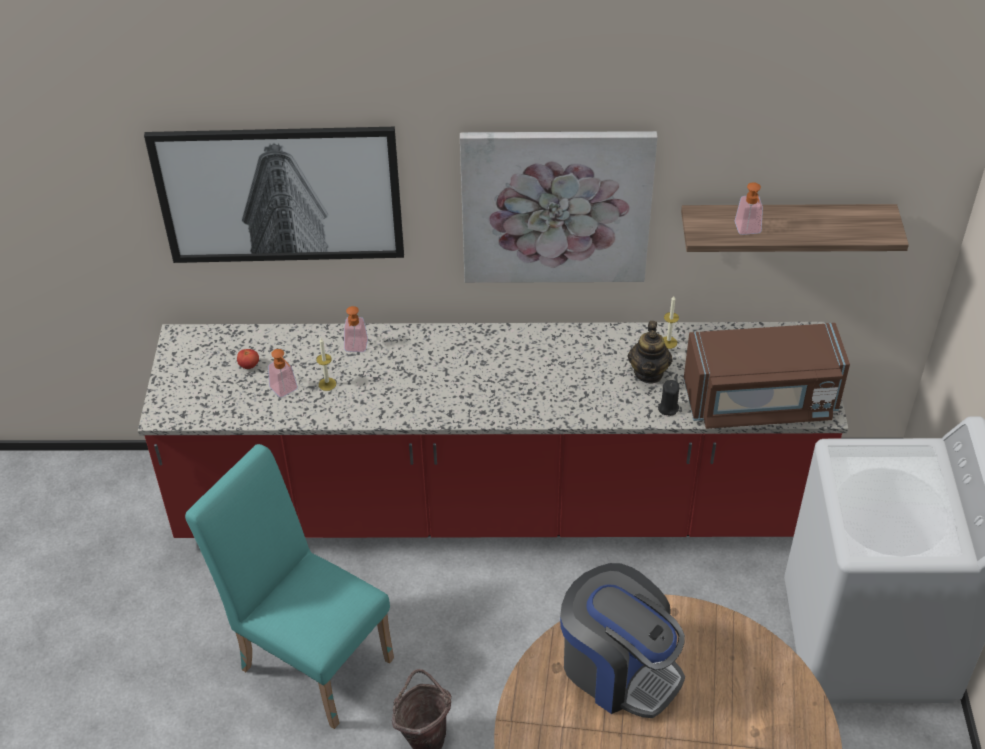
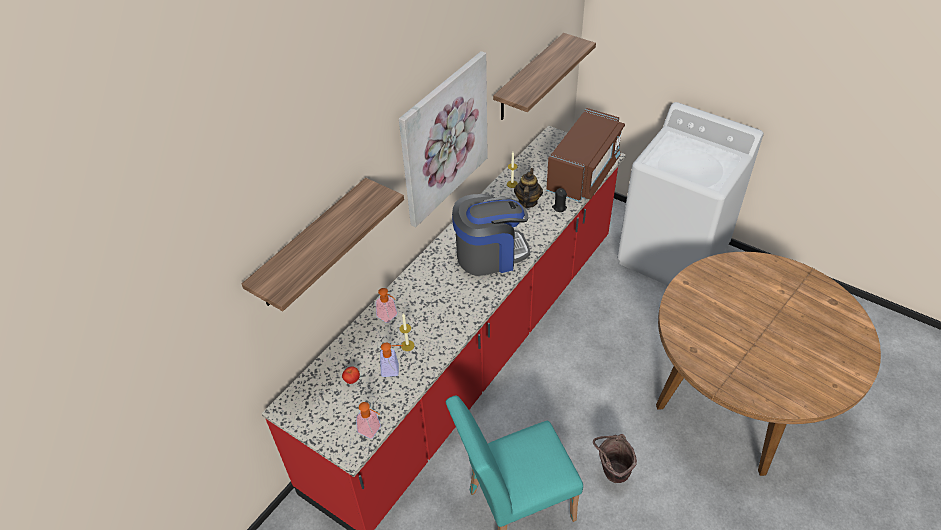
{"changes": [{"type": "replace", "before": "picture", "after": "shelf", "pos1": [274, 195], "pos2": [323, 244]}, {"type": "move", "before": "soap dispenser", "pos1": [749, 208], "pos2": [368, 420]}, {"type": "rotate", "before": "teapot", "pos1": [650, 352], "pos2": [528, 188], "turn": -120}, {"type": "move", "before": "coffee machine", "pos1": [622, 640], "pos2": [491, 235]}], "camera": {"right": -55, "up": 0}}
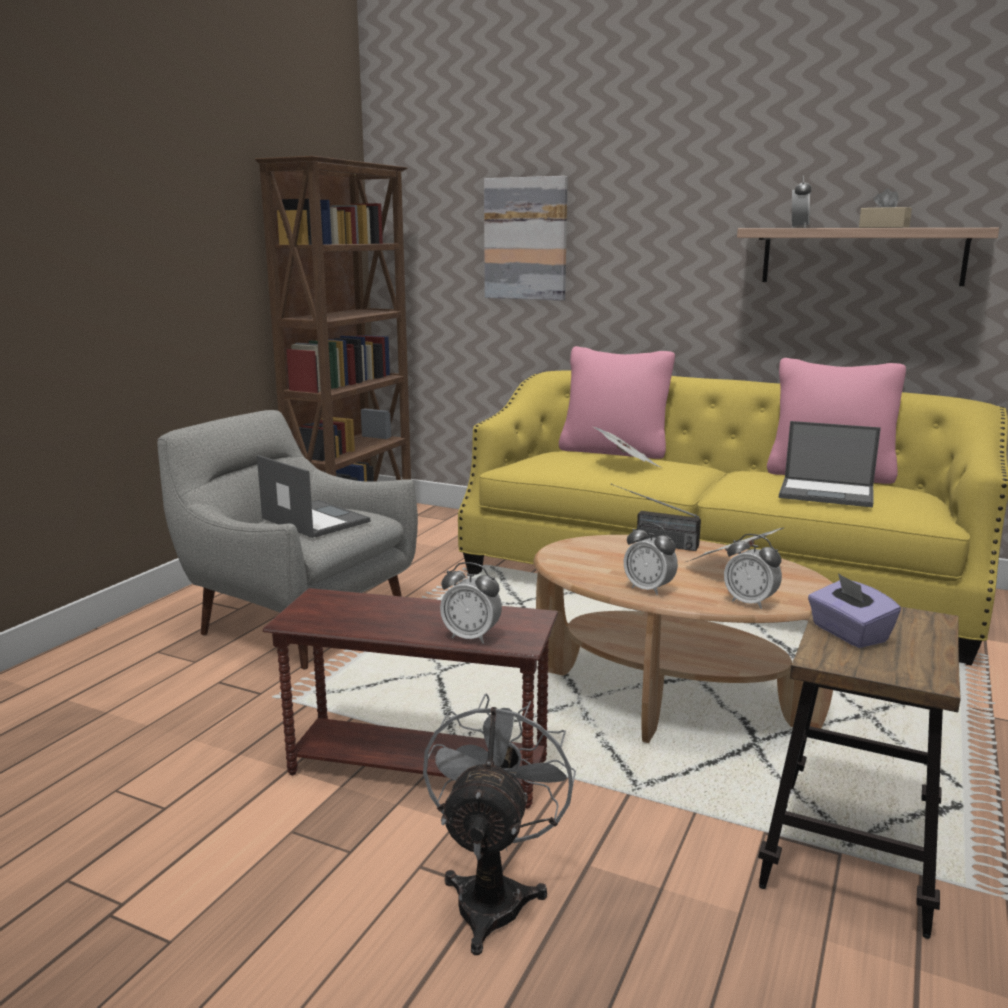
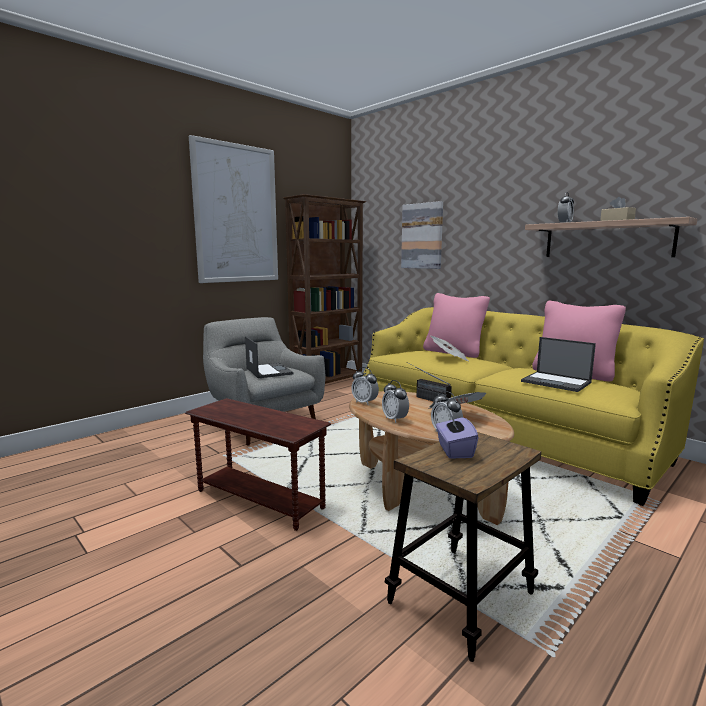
{"changes": [{"type": "move", "before": "alarm clock", "pos1": [471, 603], "pos2": [365, 386]}, {"type": "delete", "before": "grey fan", "pos1": [499, 824]}, {"type": "insert", "after": "picture", "pos2": [233, 209]}], "camera": {"right": 20, "up": -5}}
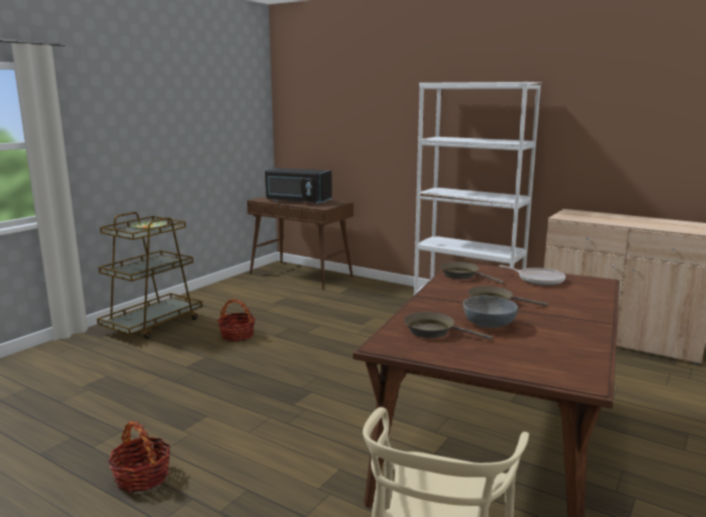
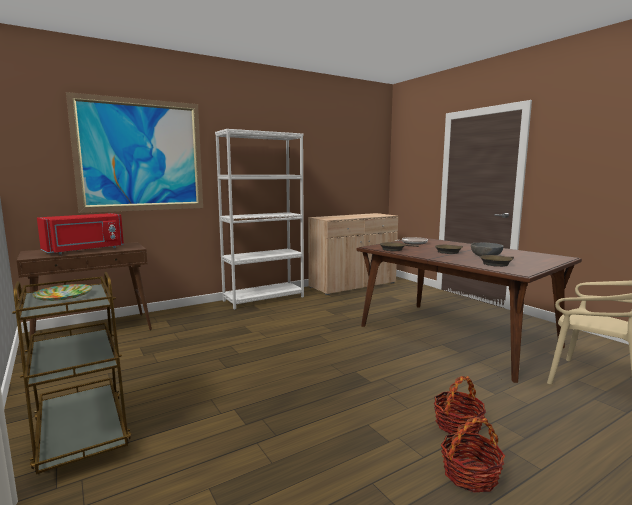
{"changes": [{"type": "recolor", "before": "black microwave", "after": "red microwave", "pos1": [298, 186], "pos2": [80, 233]}, {"type": "move", "before": "basket", "pos1": [237, 320], "pos2": [460, 405]}, {"type": "insert", "after": "picture", "pos2": [134, 152]}], "camera": {"right": -65, "up": -5}}
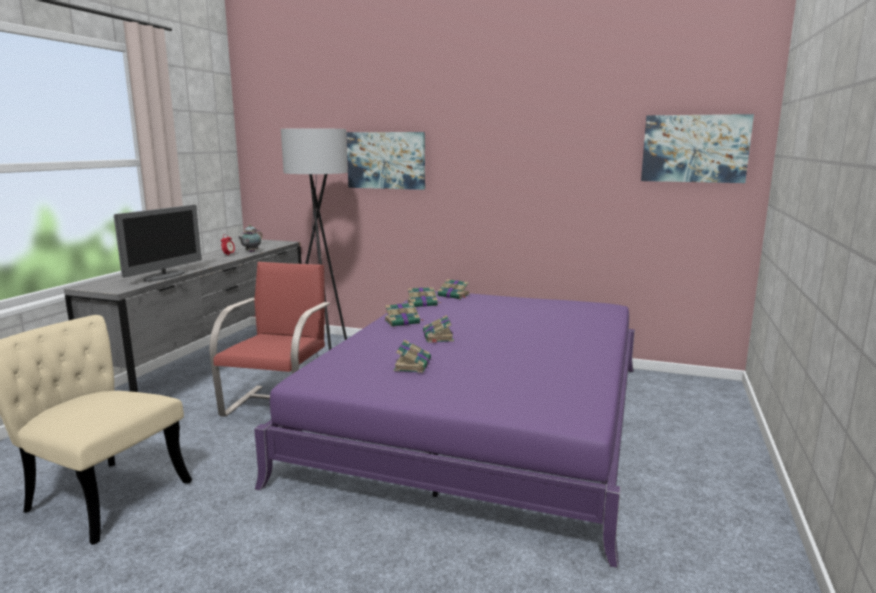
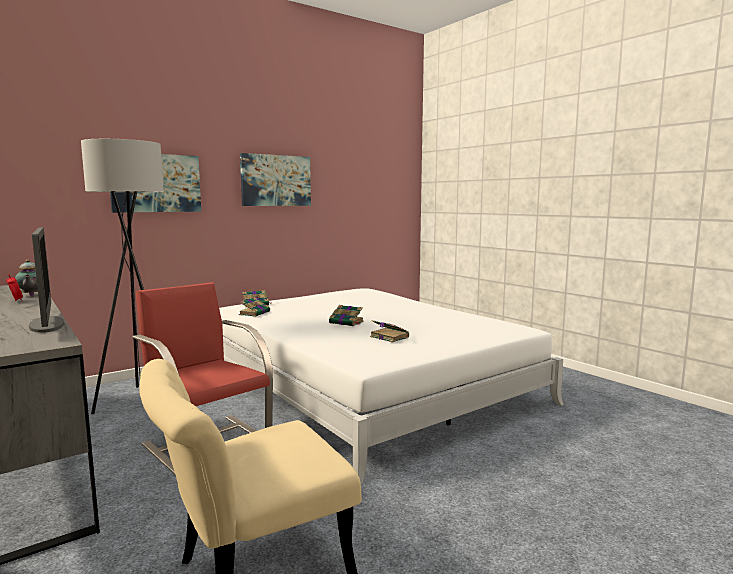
{"changes": [{"type": "move", "before": "picture", "pos1": [697, 148], "pos2": [275, 179]}, {"type": "recolor", "before": "purple bed", "after": "white bed", "pos1": [444, 429], "pos2": [391, 386]}, {"type": "delete", "before": "book", "pos1": [404, 314]}], "camera": {"right": -55, "up": -5}}
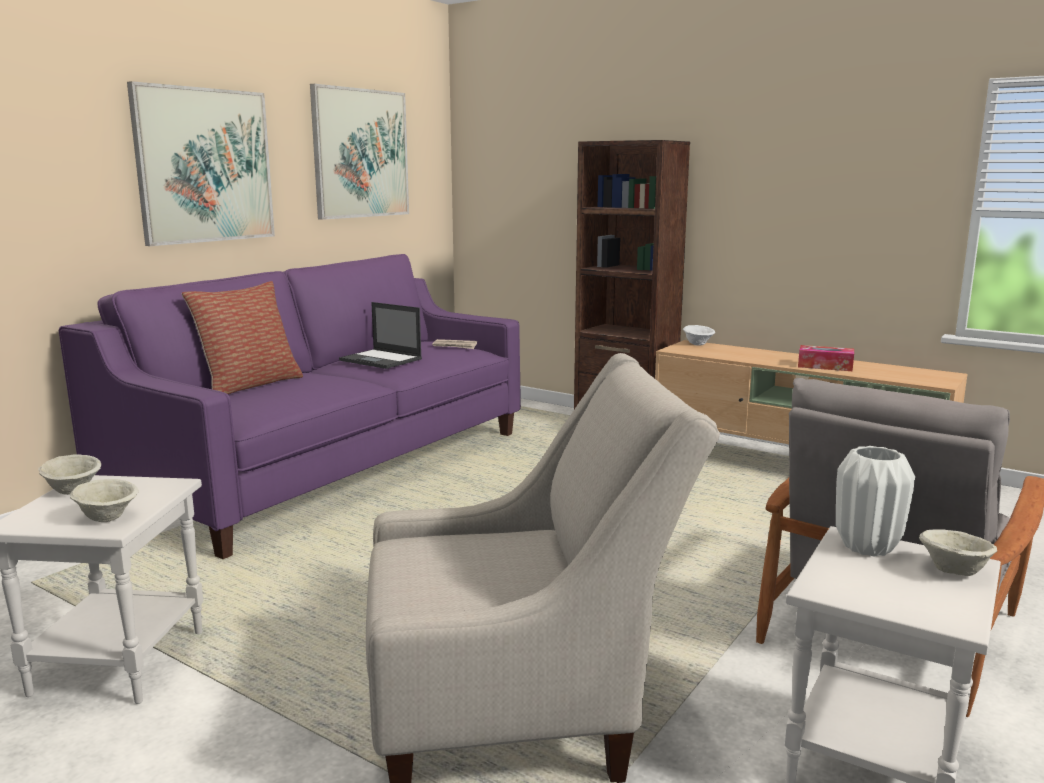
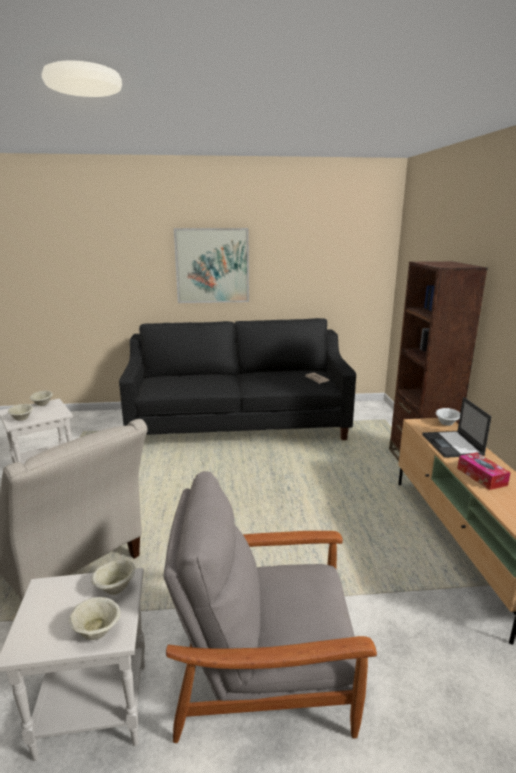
{"changes": [{"type": "delete", "before": "picture", "pos1": [359, 152]}, {"type": "recolor", "before": "purple sofa", "after": "black sofa", "pos1": [290, 406], "pos2": [237, 379]}, {"type": "delete", "before": "pillow", "pos1": [242, 337]}, {"type": "move", "before": "laptop", "pos1": [380, 335], "pos2": [457, 427]}, {"type": "replace", "before": "white vase", "after": "beige bowl", "pos1": [875, 501], "pos2": [113, 577]}], "camera": {"right": 50, "up": 5}}
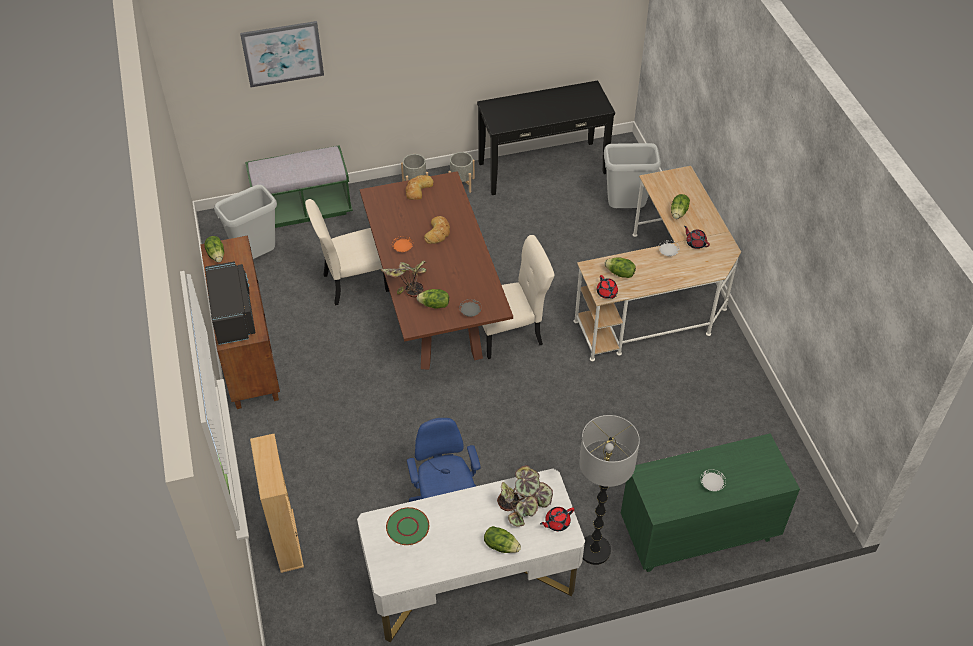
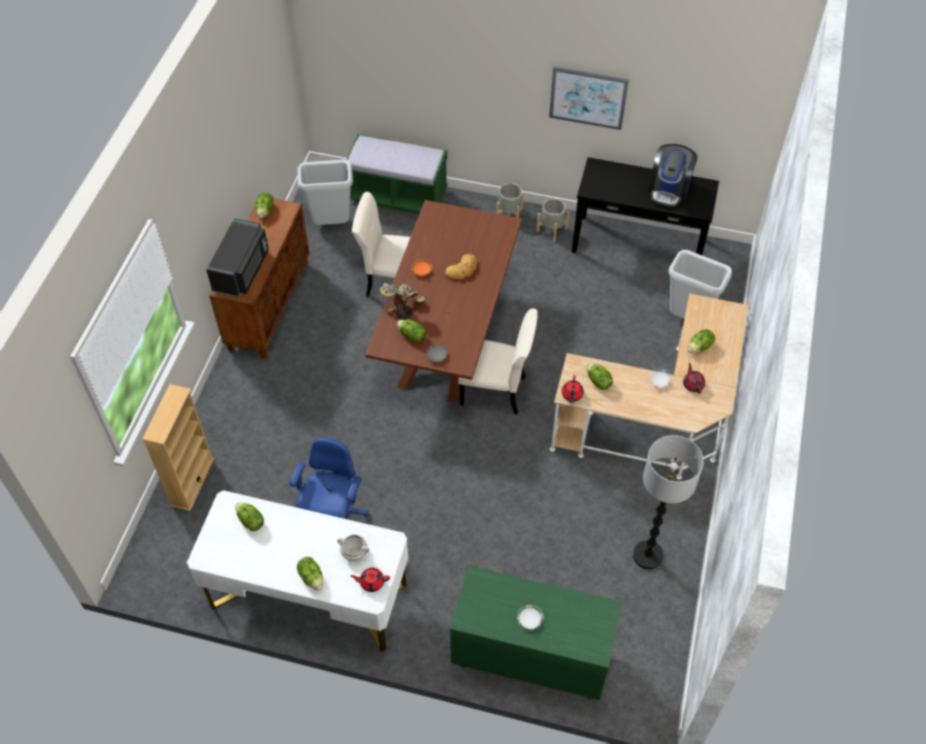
{"changes": [{"type": "move", "before": "picture", "pos1": [282, 54], "pos2": [589, 98]}, {"type": "delete", "before": "bread", "pos1": [420, 187]}, {"type": "move", "before": "floor lamp", "pos1": [609, 490], "pos2": [668, 502]}, {"type": "replace", "before": "potted plant", "after": "white cooking pot", "pos1": [525, 496], "pos2": [353, 548]}, {"type": "replace", "before": "green plate", "after": "lettuce", "pos1": [407, 526], "pos2": [249, 516]}, {"type": "insert", "after": "coffee machine", "pos2": [673, 175]}], "camera": {"right": 30, "up": 5}}
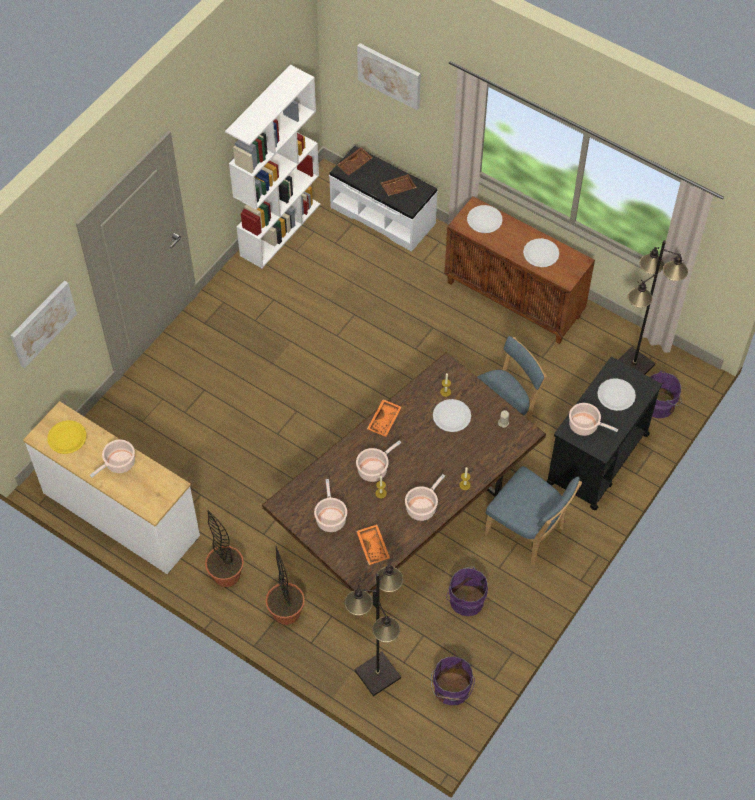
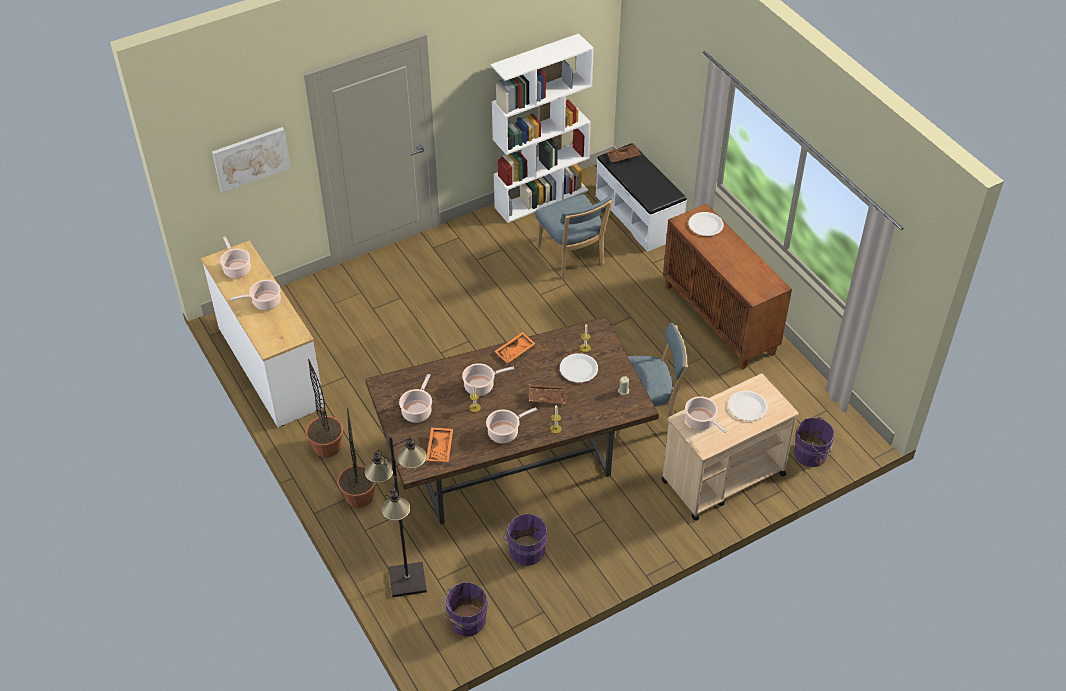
{"changes": [{"type": "delete", "before": "picture", "pos1": [389, 76]}, {"type": "move", "before": "brown tray", "pos1": [398, 185], "pos2": [547, 394]}, {"type": "delete", "before": "white plate", "pos1": [541, 252]}, {"type": "delete", "before": "black floor lamp", "pos1": [653, 307]}, {"type": "recolor", "before": "black cart", "after": "beige cart", "pos1": [604, 433], "pos2": [730, 447]}, {"type": "replace", "before": "yellow plate", "after": "cooking pot", "pos1": [66, 437], "pos2": [235, 257]}, {"type": "move", "before": "blue chair", "pos1": [533, 516], "pos2": [574, 236]}], "camera": {"right": 25, "up": -10}}
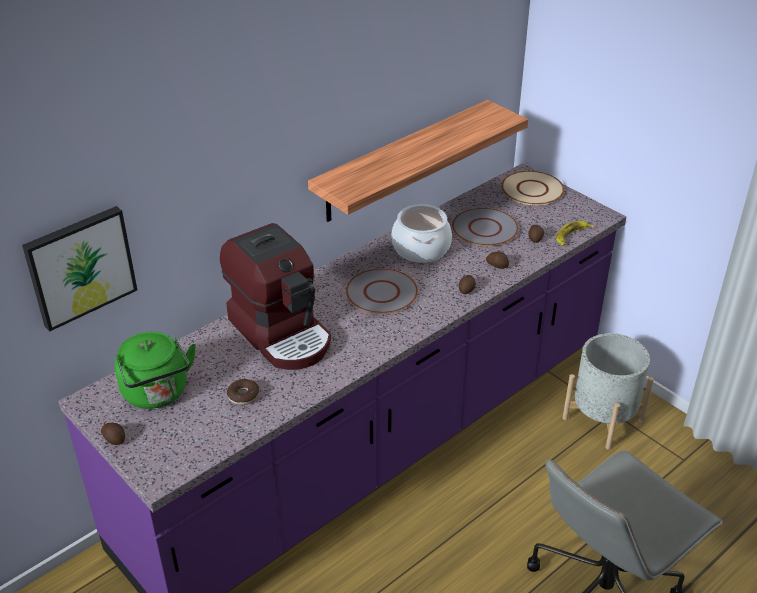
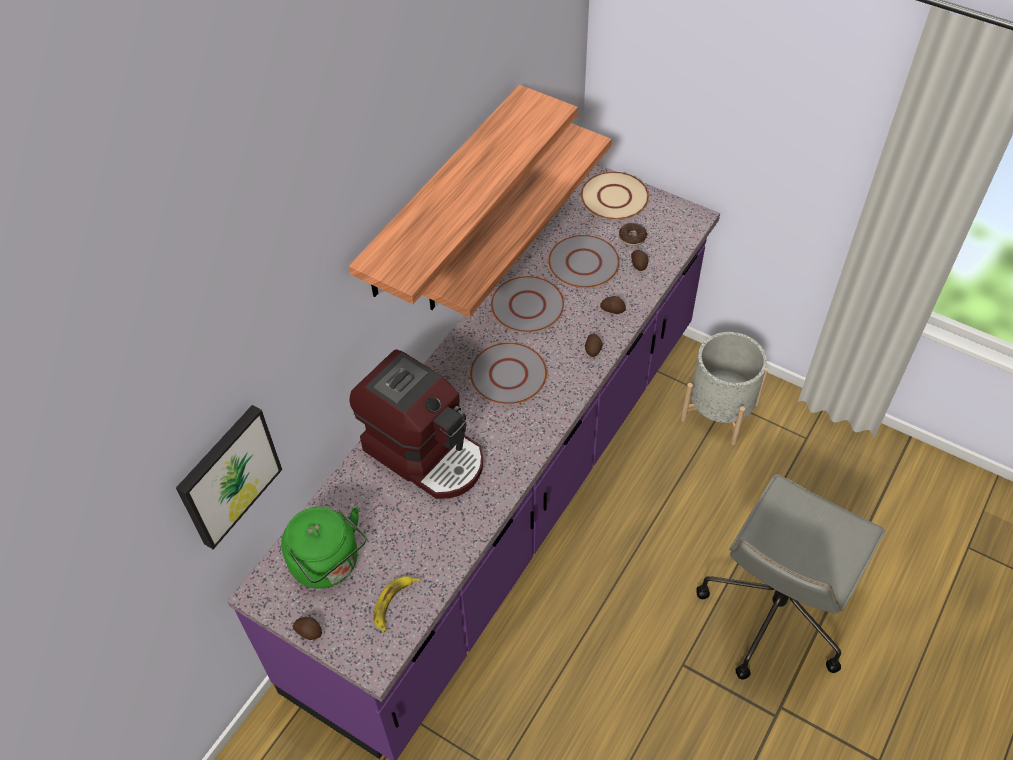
{"changes": [{"type": "replace", "before": "cooking pot", "after": "grey plate", "pos1": [421, 233], "pos2": [527, 304]}, {"type": "move", "before": "banana", "pos1": [575, 233], "pos2": [397, 604]}, {"type": "move", "before": "donut", "pos1": [243, 392], "pos2": [633, 234]}, {"type": "insert", "after": "shelf", "pos2": [463, 194]}], "camera": {"right": -15, "up": 15}}
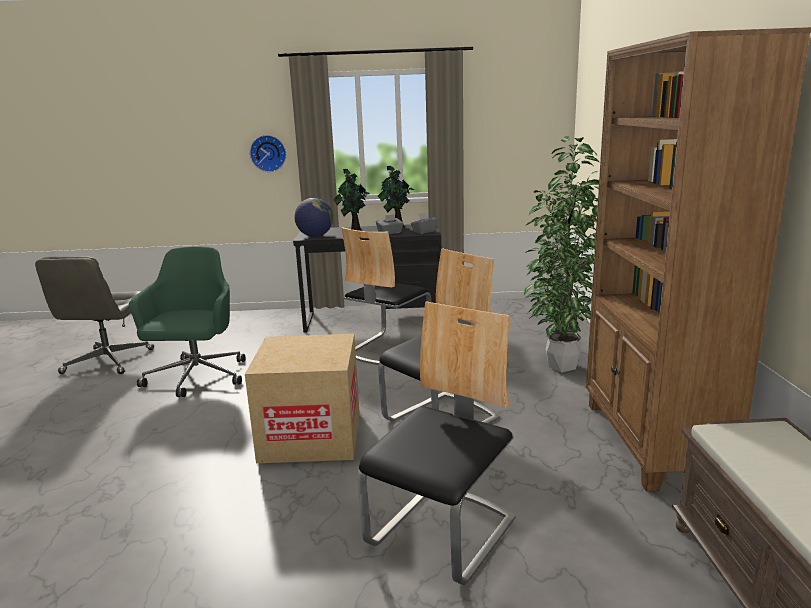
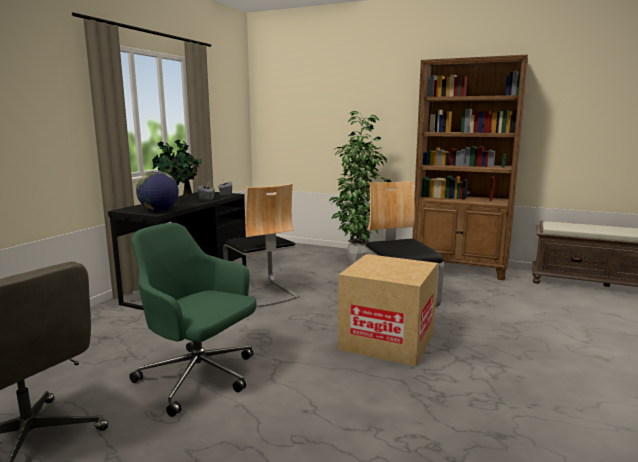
{"changes": [{"type": "delete", "before": "wall clock", "pos1": [268, 153]}, {"type": "delete", "before": "chair", "pos1": [436, 443]}], "camera": {"right": -65, "up": -5}}
